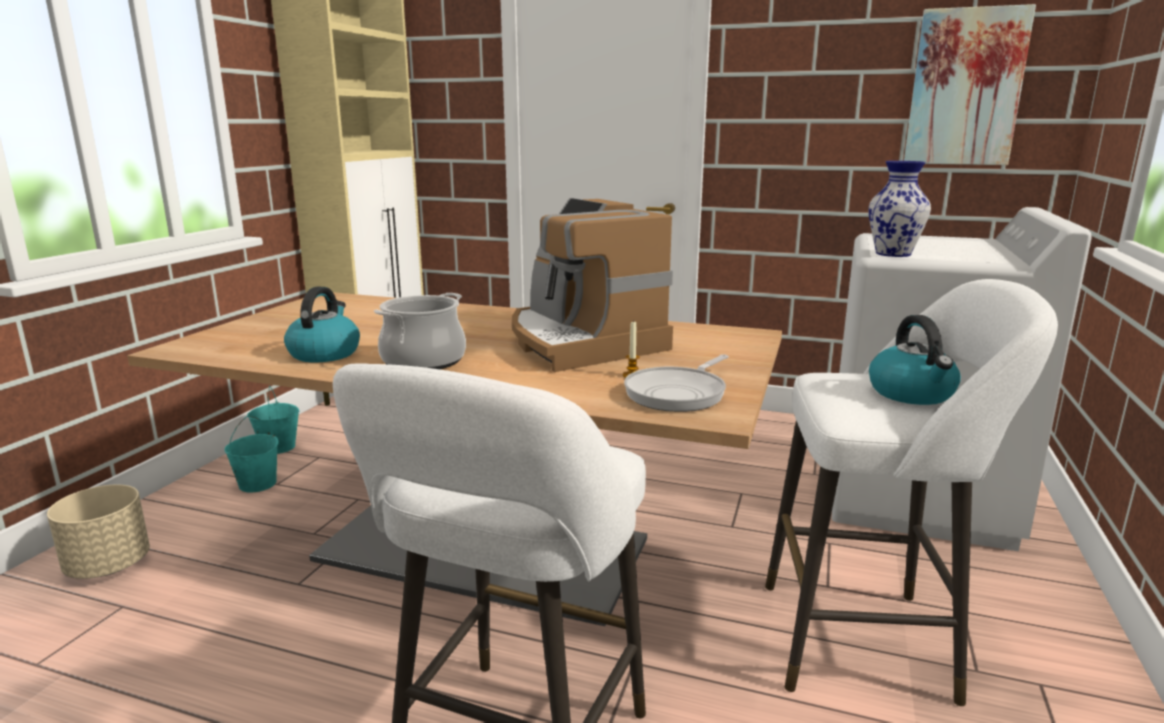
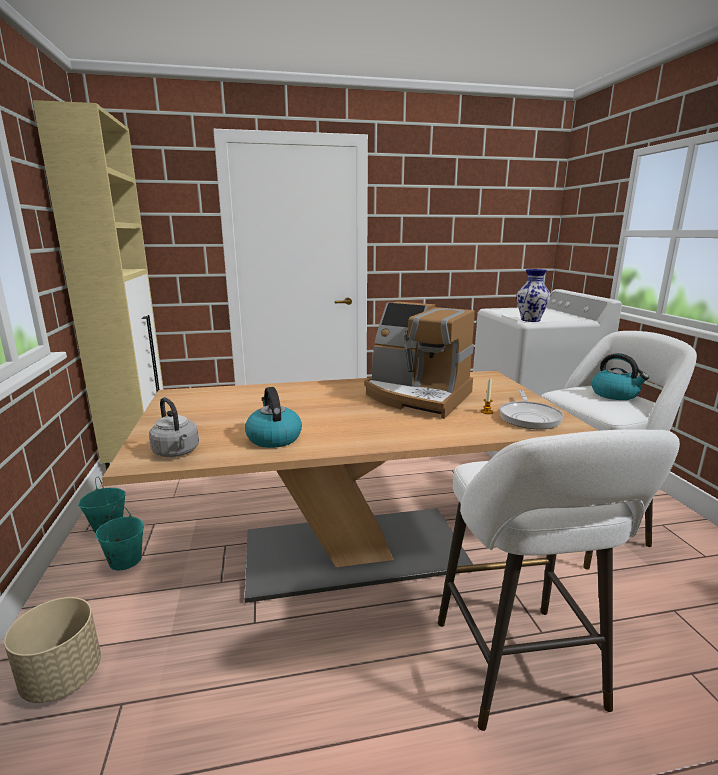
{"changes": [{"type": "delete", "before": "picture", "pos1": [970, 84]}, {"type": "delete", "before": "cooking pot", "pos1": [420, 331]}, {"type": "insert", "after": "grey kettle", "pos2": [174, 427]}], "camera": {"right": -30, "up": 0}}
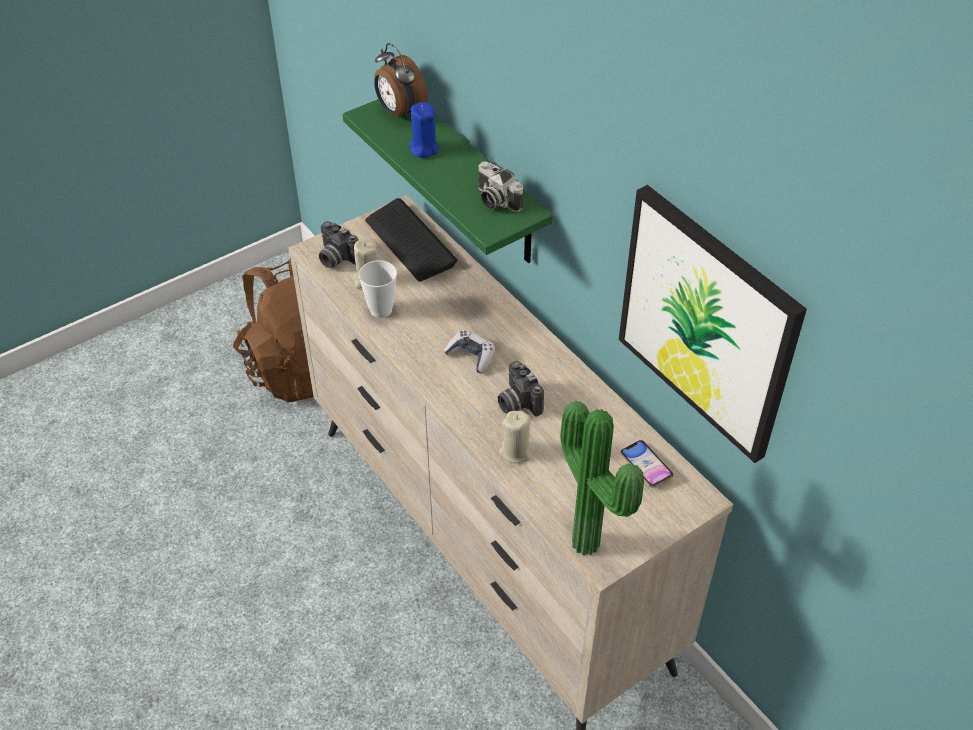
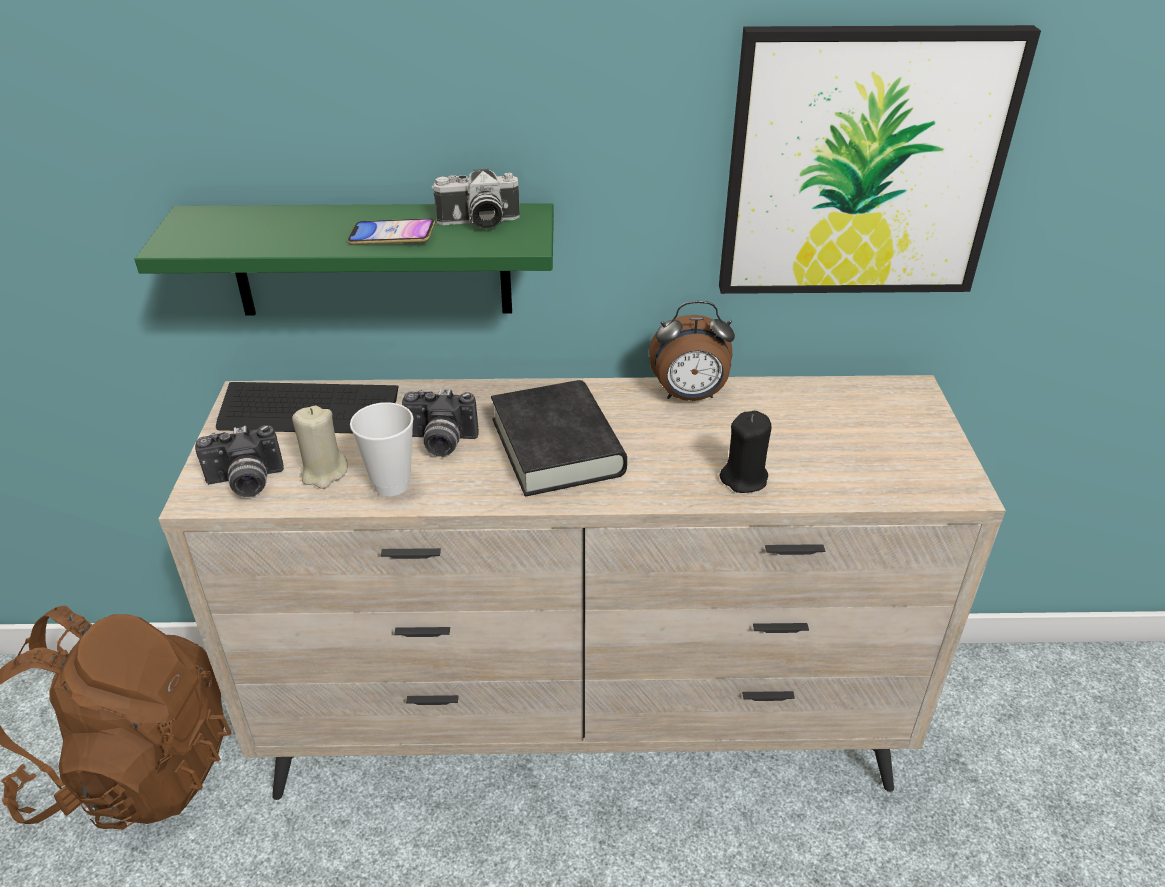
{"changes": [{"type": "move", "before": "alarm clock", "pos1": [401, 82], "pos2": [692, 351]}, {"type": "delete", "before": "blue candle", "pos1": [424, 130]}, {"type": "replace", "before": "game controller", "after": "black book", "pos1": [469, 351], "pos2": [559, 438]}, {"type": "move", "before": "photo camera", "pos1": [521, 388], "pos2": [440, 423]}, {"type": "delete", "before": "potted plant", "pos1": [602, 478]}, {"type": "recolor", "before": "beige candle", "after": "black candle", "pos1": [517, 437], "pos2": [745, 452]}, {"type": "move", "before": "phone", "pos1": [646, 463], "pos2": [391, 231]}], "camera": {"right": -55, "up": -10}}
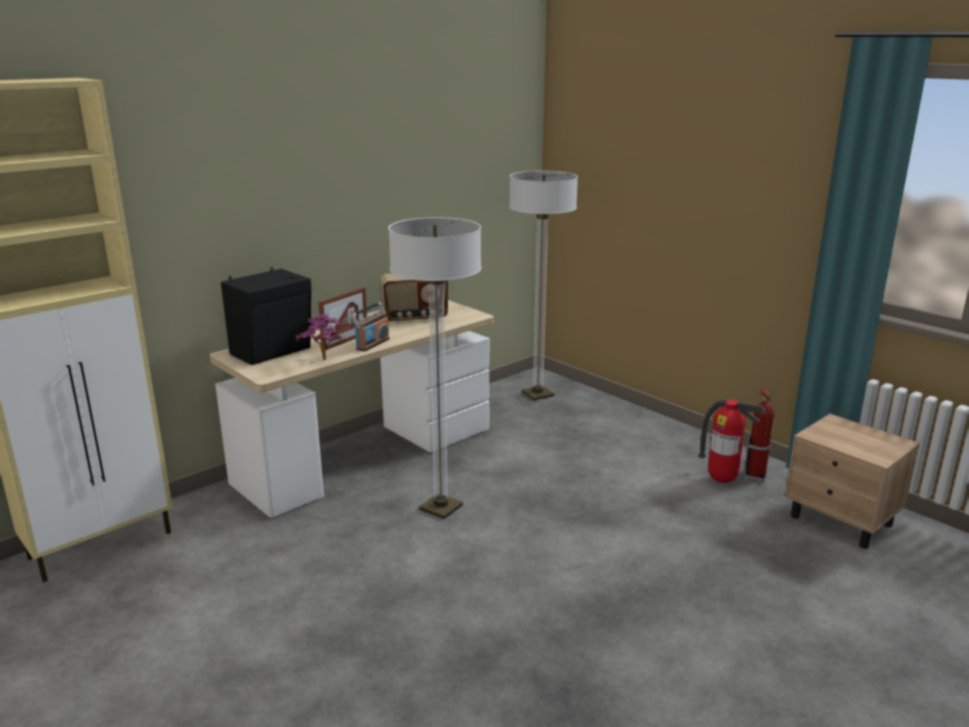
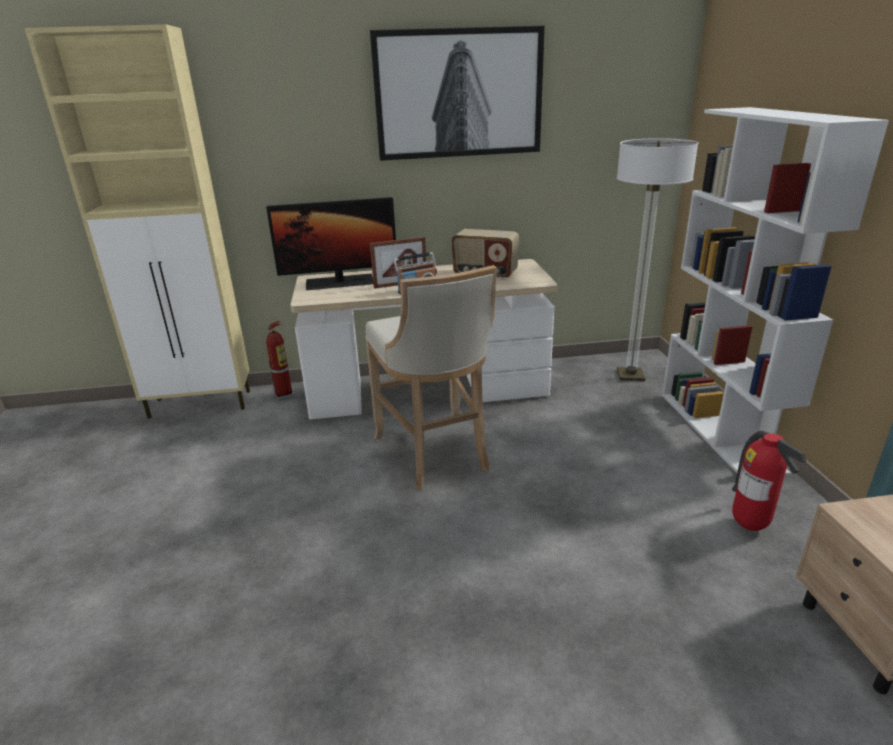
{"changes": [{"type": "replace", "before": "floor lamp", "after": "beige stool", "pos1": [434, 368], "pos2": [431, 377]}, {"type": "replace", "before": "black speaker", "after": "monitor", "pos1": [266, 316], "pos2": [331, 243]}, {"type": "delete", "before": "potted plant", "pos1": [318, 337]}, {"type": "move", "before": "fire extinguisher", "pos1": [758, 436], "pos2": [280, 361]}, {"type": "insert", "after": "picture", "pos2": [457, 93]}, {"type": "insert", "after": "white bookcase", "pos2": [775, 291]}], "camera": {"right": 35, "up": 5}}
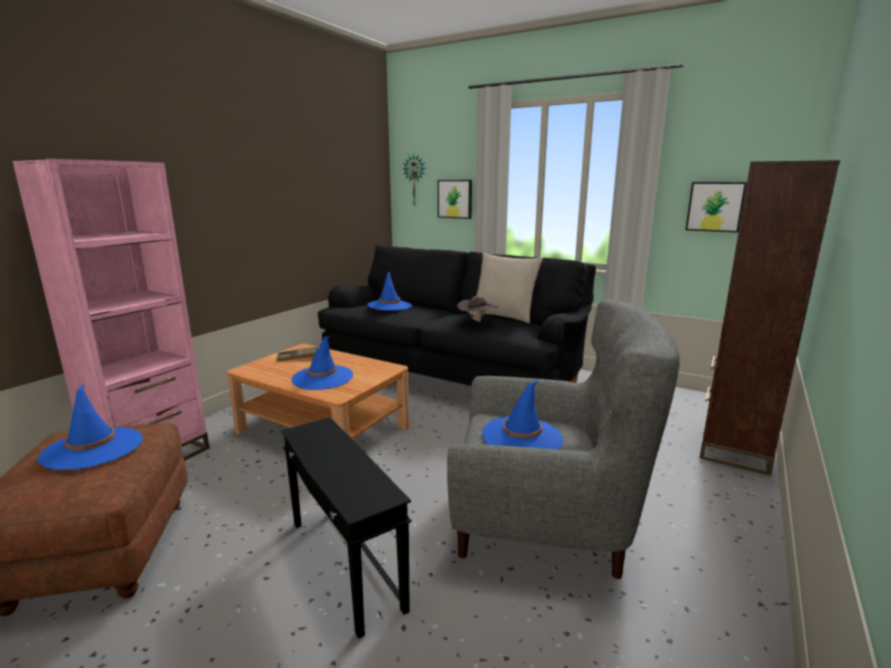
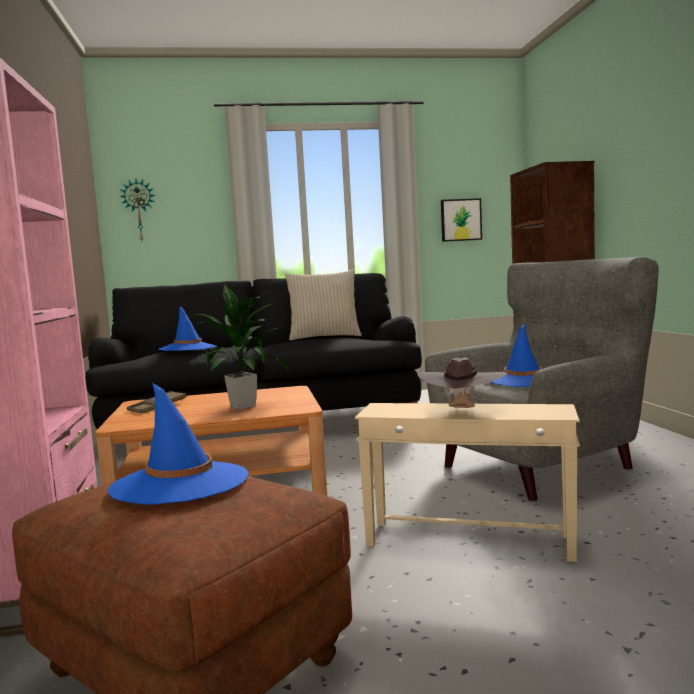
{"changes": [{"type": "delete", "before": "picture", "pos1": [455, 199]}, {"type": "move", "before": "brown hat", "pos1": [478, 309], "pos2": [462, 383]}, {"type": "replace", "before": "blue hat", "after": "potted plant", "pos1": [322, 363], "pos2": [237, 347]}, {"type": "recolor", "before": "black side table", "after": "beige side table", "pos1": [346, 528], "pos2": [467, 482]}], "camera": {"right": -40, "up": -10}}
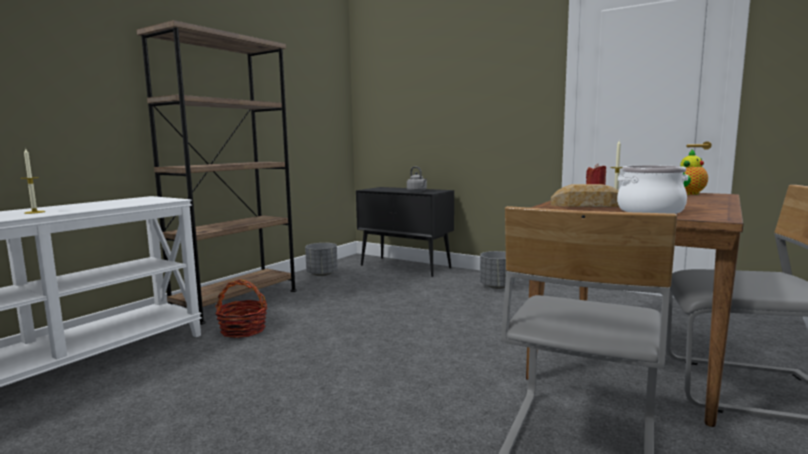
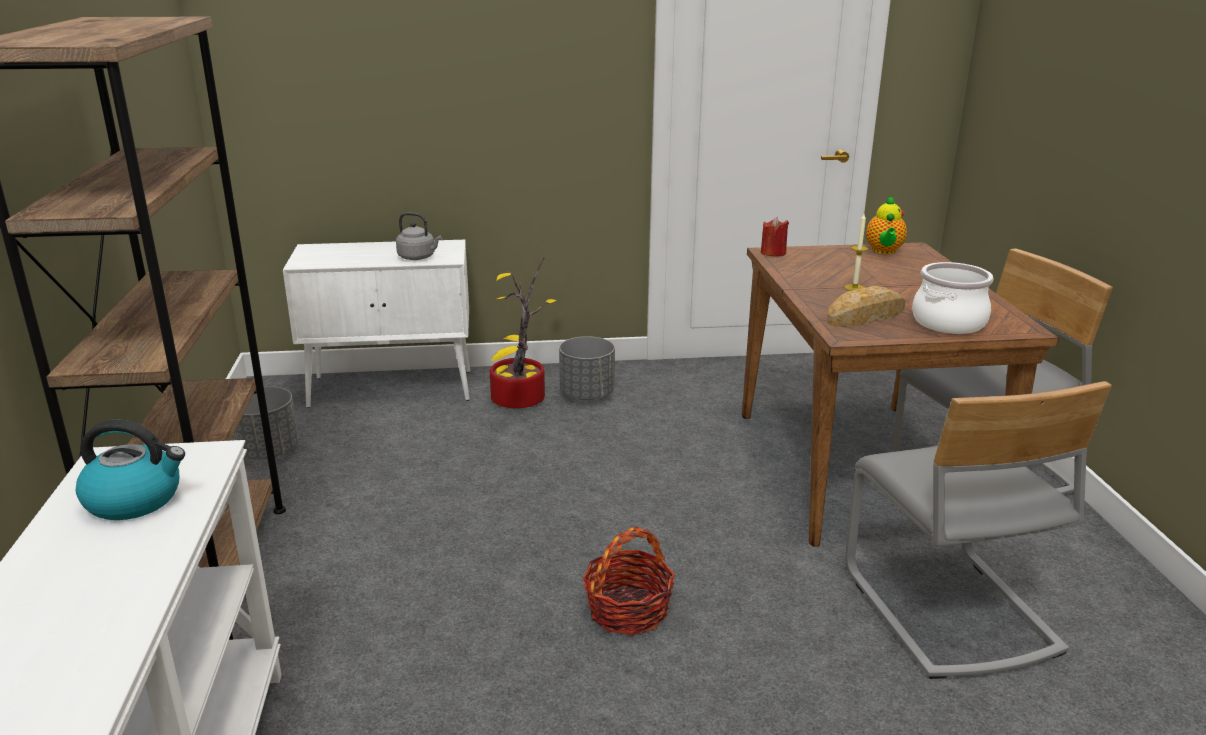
{"changes": [{"type": "delete", "before": "candle", "pos1": [33, 181]}, {"type": "recolor", "before": "black cabinet", "after": "white cabinet", "pos1": [405, 232], "pos2": [376, 324]}, {"type": "move", "before": "basket", "pos1": [241, 308], "pos2": [628, 581]}, {"type": "insert", "after": "potted plant", "pos2": [523, 332]}, {"type": "insert", "after": "kettle", "pos2": [130, 470]}], "camera": {"right": -40, "up": 15}}
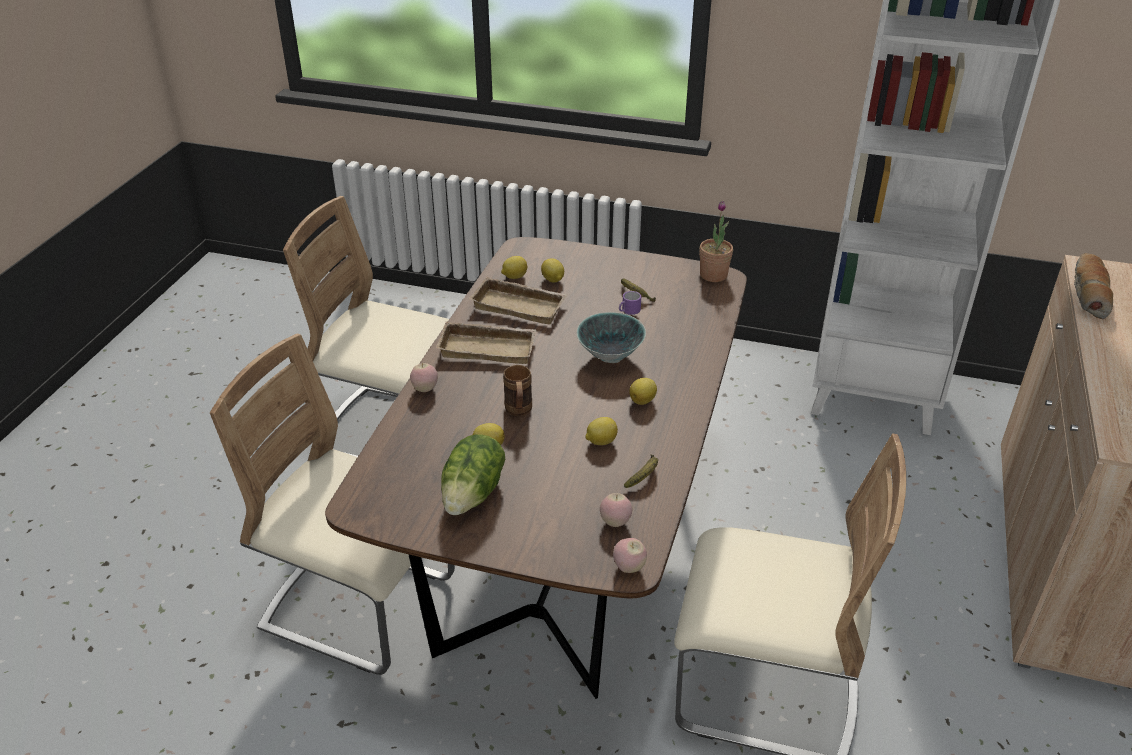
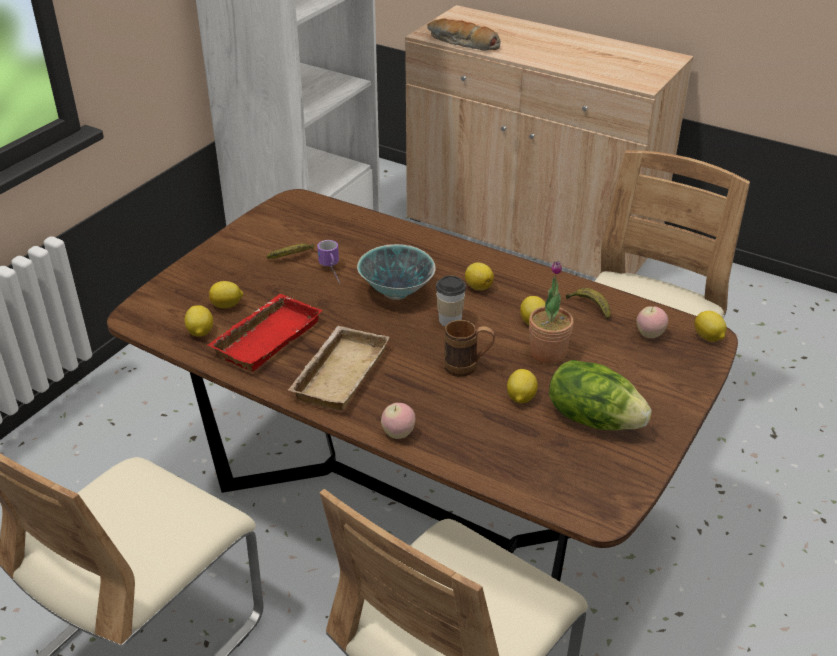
{"changes": [{"type": "move", "before": "potted plant", "pos1": [716, 241], "pos2": [551, 312]}, {"type": "recolor", "before": "beige tray", "after": "red tray", "pos1": [518, 301], "pos2": [265, 333]}, {"type": "replace", "before": "apple", "after": "lemon", "pos1": [630, 555], "pos2": [710, 326]}, {"type": "insert", "after": "cup", "pos2": [451, 301]}], "camera": {"right": -75, "up": 0}}
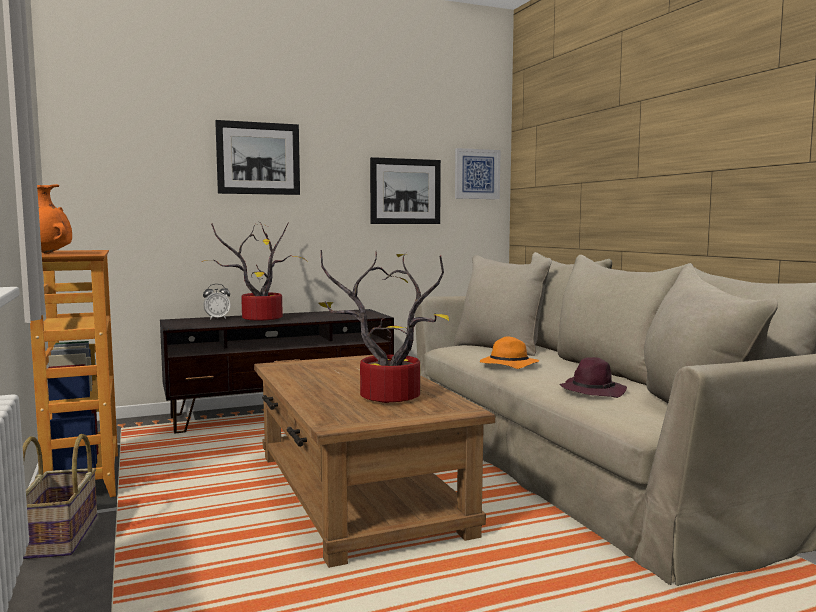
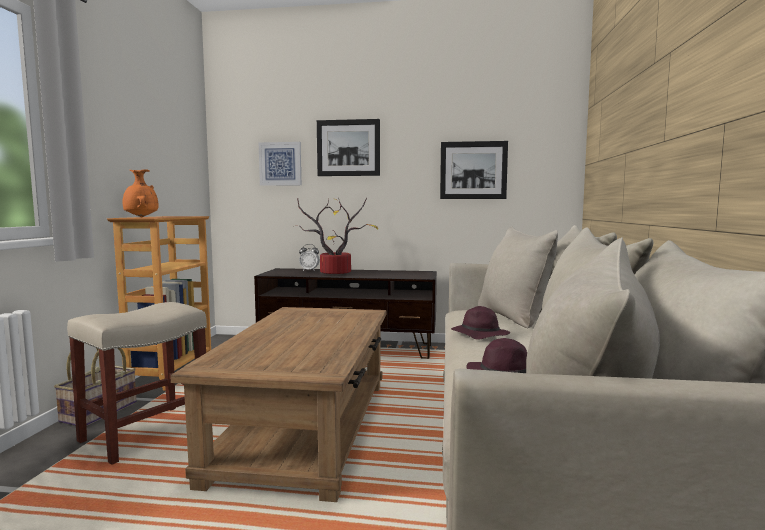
{"changes": [{"type": "move", "before": "picture", "pos1": [478, 173], "pos2": [280, 164]}, {"type": "delete", "before": "potted plant", "pos1": [383, 326]}, {"type": "recolor", "before": "orange hat", "after": "purple hat", "pos1": [509, 352], "pos2": [480, 323]}, {"type": "insert", "after": "beige stool", "pos2": [137, 383]}], "camera": {"right": 30, "up": 0}}
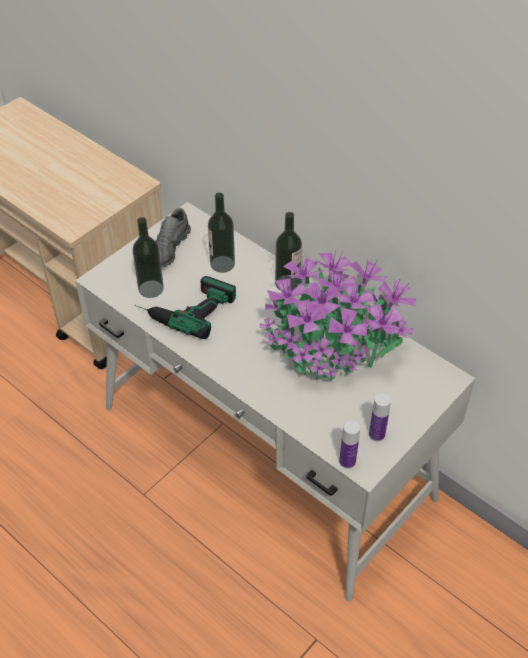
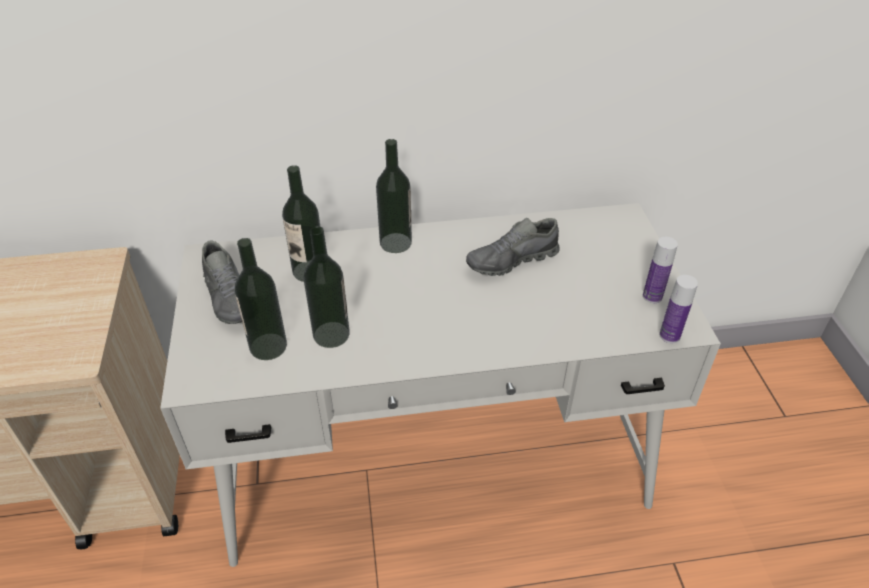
{"changes": [{"type": "replace", "before": "potted plant", "after": "grey shoe", "pos1": [338, 315], "pos2": [513, 247]}, {"type": "replace", "before": "power drill", "after": "bottle", "pos1": [185, 307], "pos2": [326, 287]}], "camera": {"right": -50, "up": -5}}
